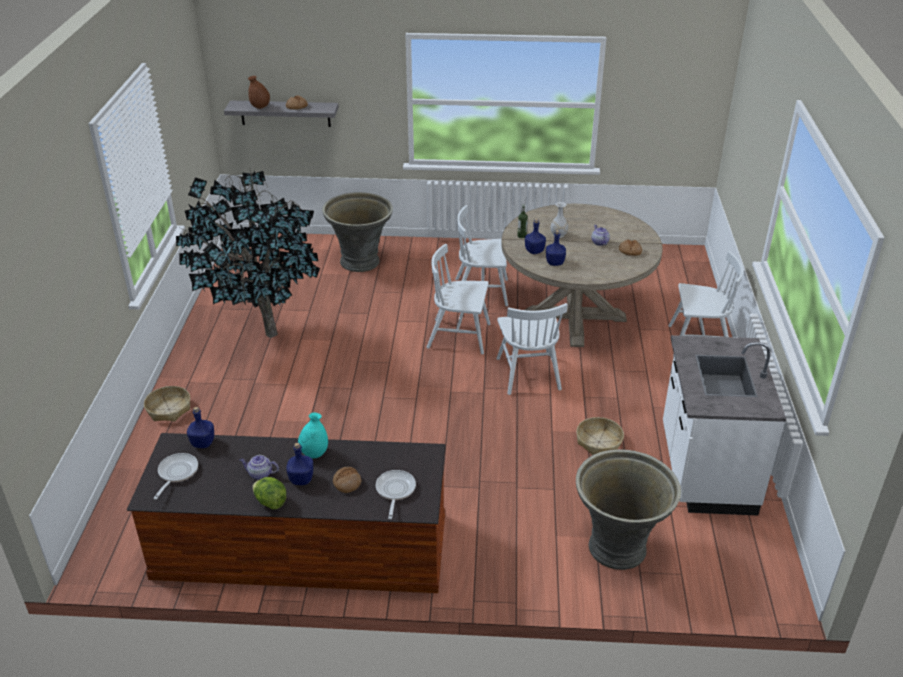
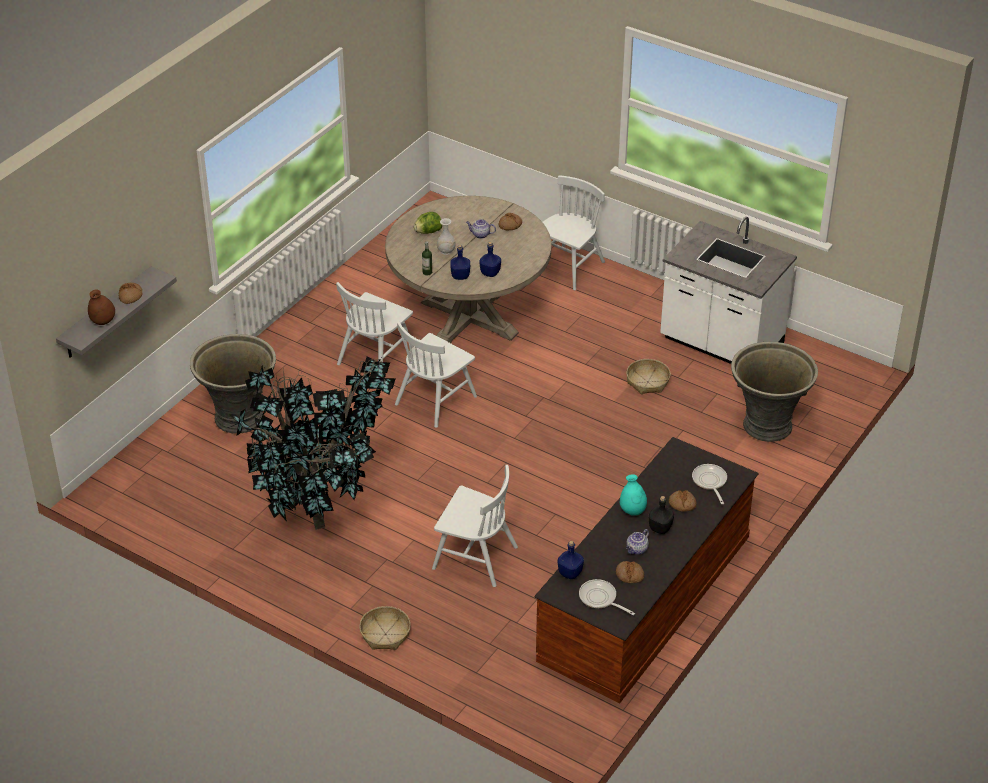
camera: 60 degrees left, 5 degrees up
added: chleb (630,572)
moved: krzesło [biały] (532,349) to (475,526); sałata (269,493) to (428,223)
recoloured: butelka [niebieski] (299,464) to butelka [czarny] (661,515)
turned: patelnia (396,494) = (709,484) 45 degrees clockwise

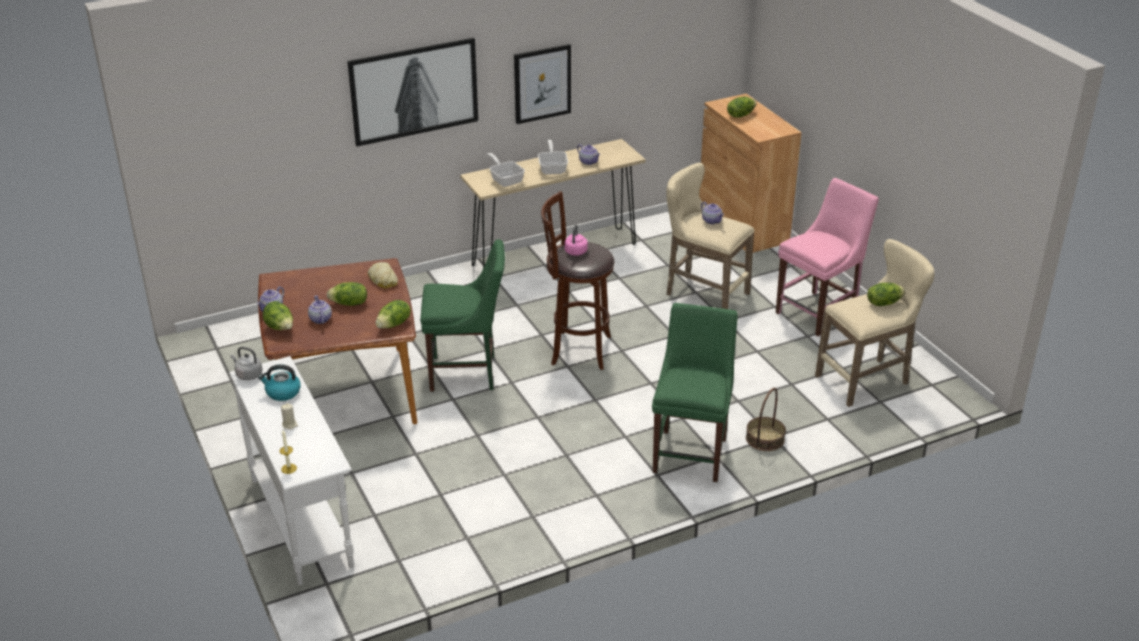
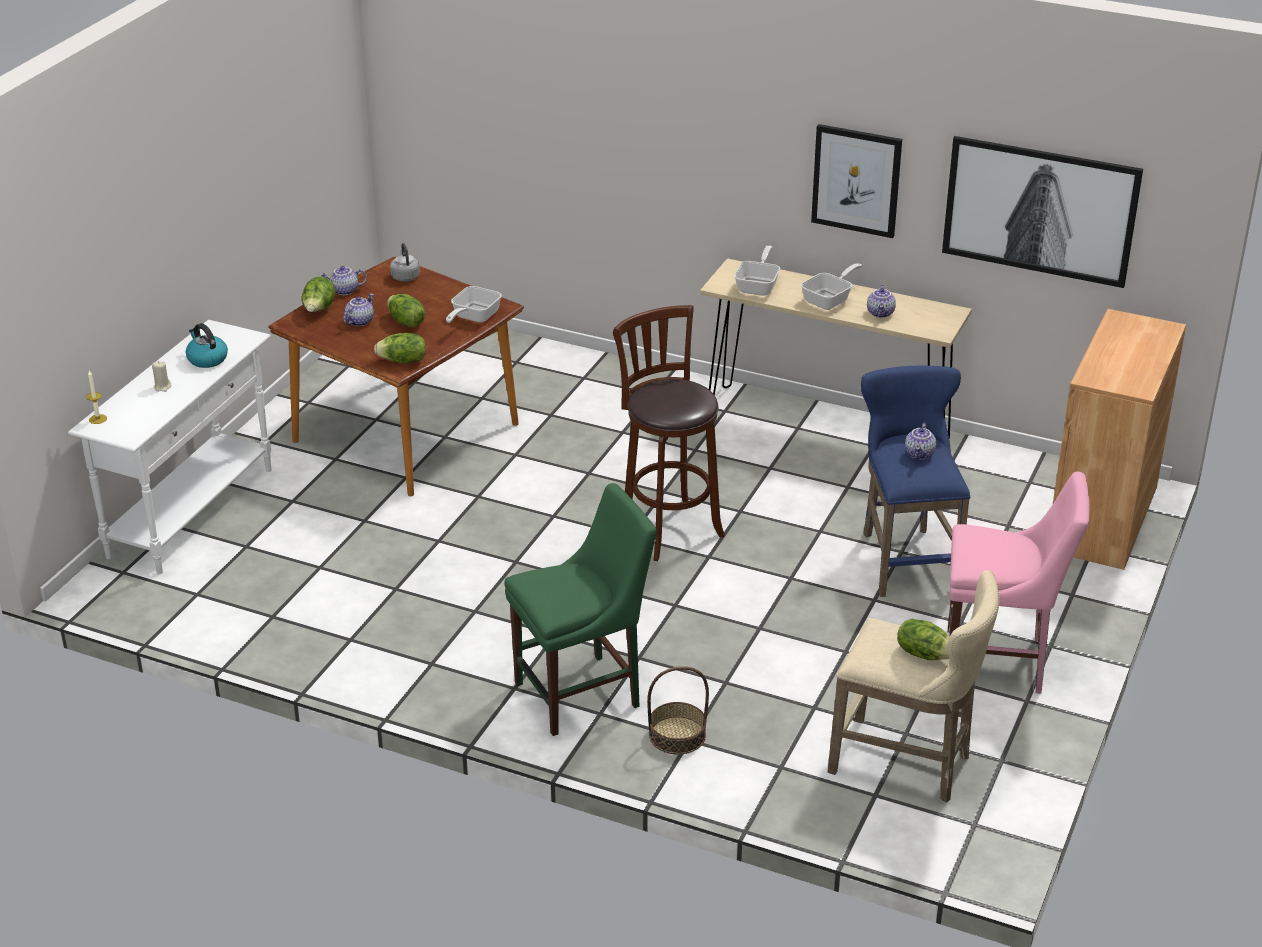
camera: 50 degrees right, 0 degrees up
removed: sałata (741,107); czajnik [różowy] (576,240); krzesło [zielony] (462,315)
moved: obraz (412,92) to (1042,212); czajnik [szary] (246,363) to (405,262)
replaced: chleb (383,275) to patelnia (474,304)
recoloured: stołek [beżowy] (710,236) to stołek [niebieski] (915,481)

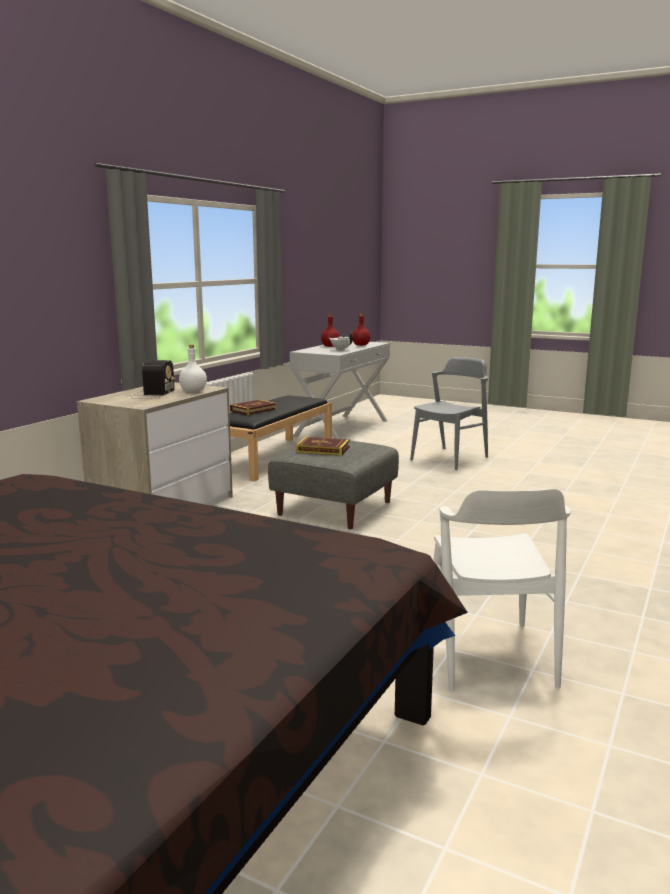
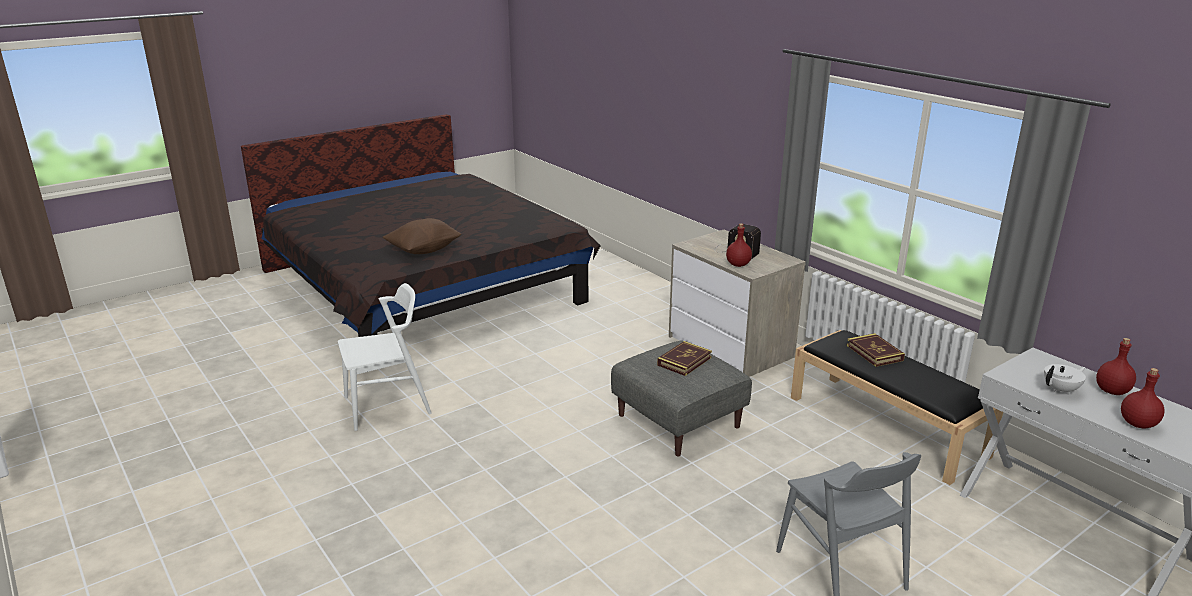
camera: 115 degrees right, 10 degrees up
added: poduszka [brązowy] (422,236)
recoloured: butelka [biały] (193,368) to butelka [czerwony] (739,245)
turned: krzesło [biały] (502,590) = (385,357) 135 degrees clockwise

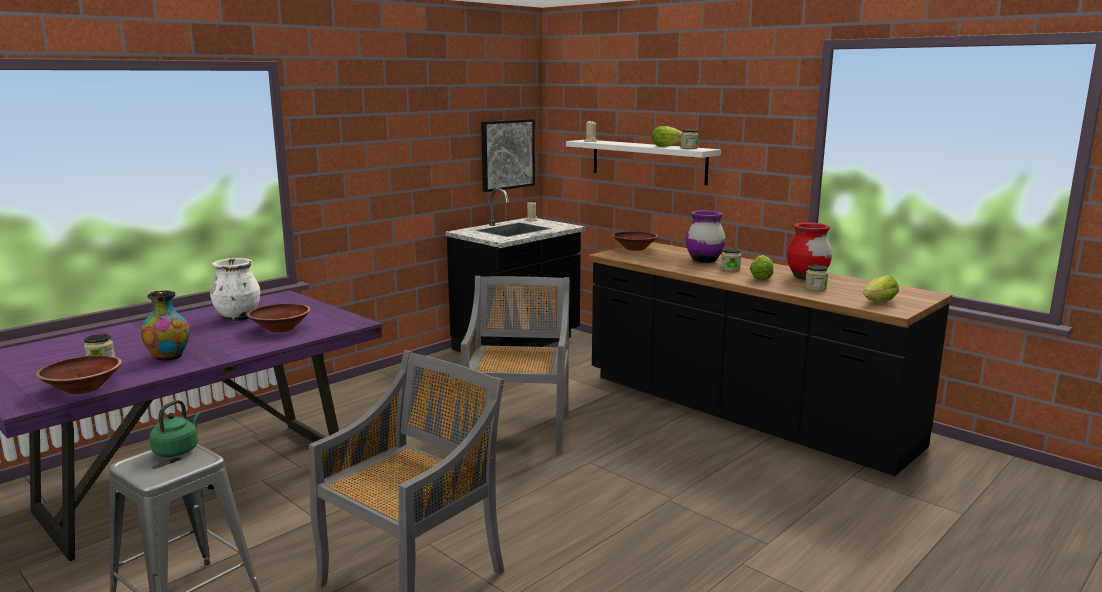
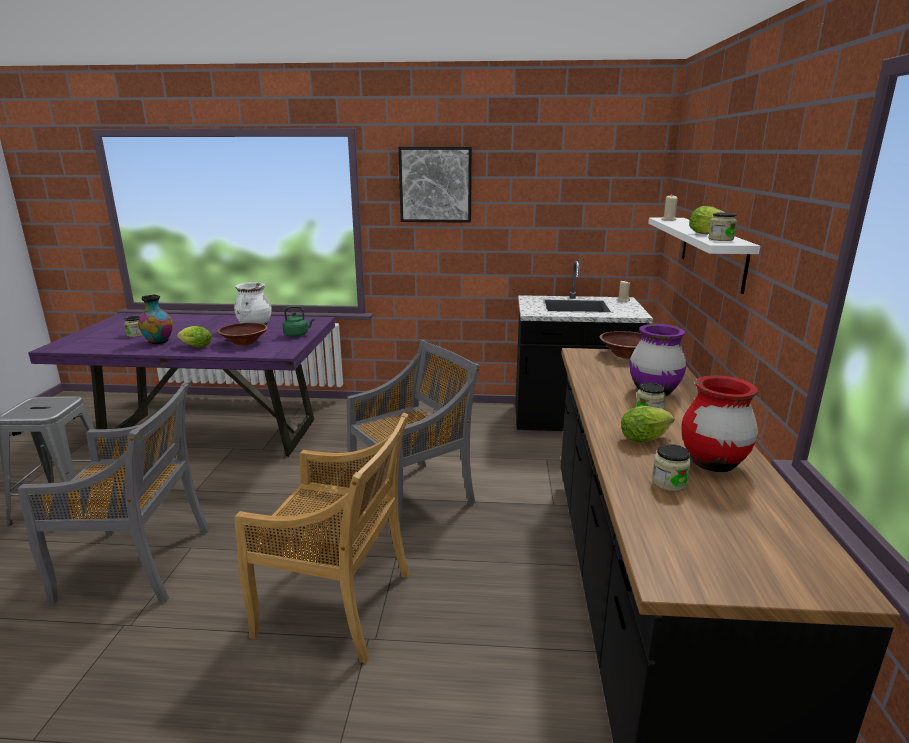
camera: 50 degrees right, 5 degrees up
removed: miska [brązowy] (79,374)
added: krzesło [beżowy] (322,538)
moved: obraz (508,155) to (435,185); sałata (881,288) to (194,337); czajnik [zielony] (175,428) to (298,321)

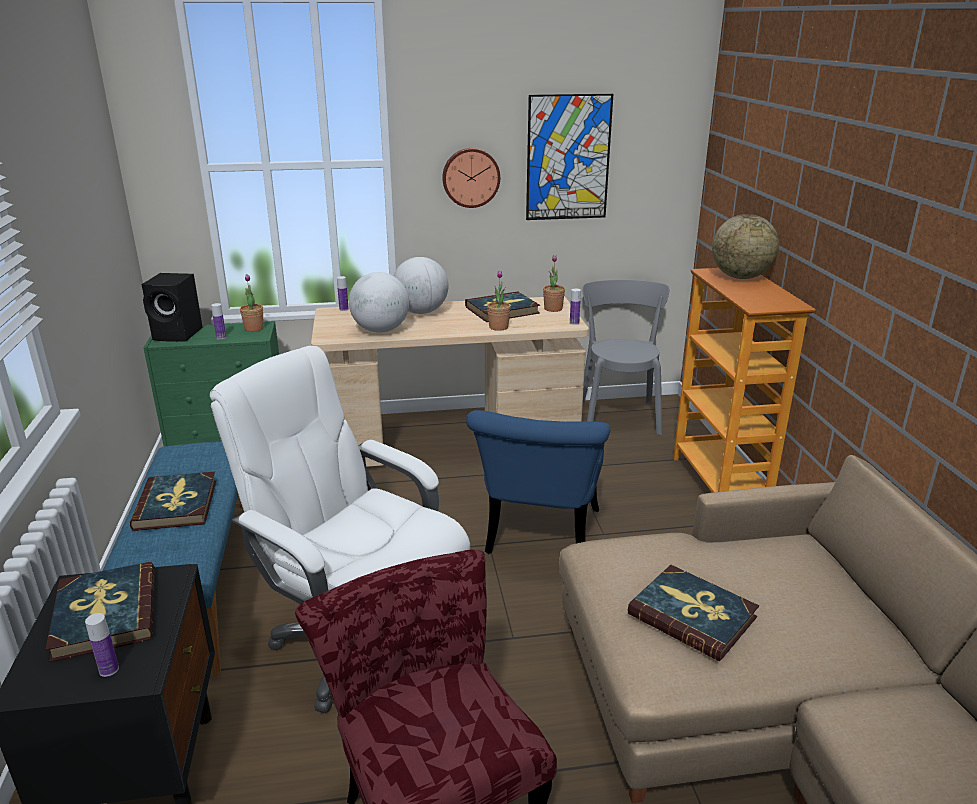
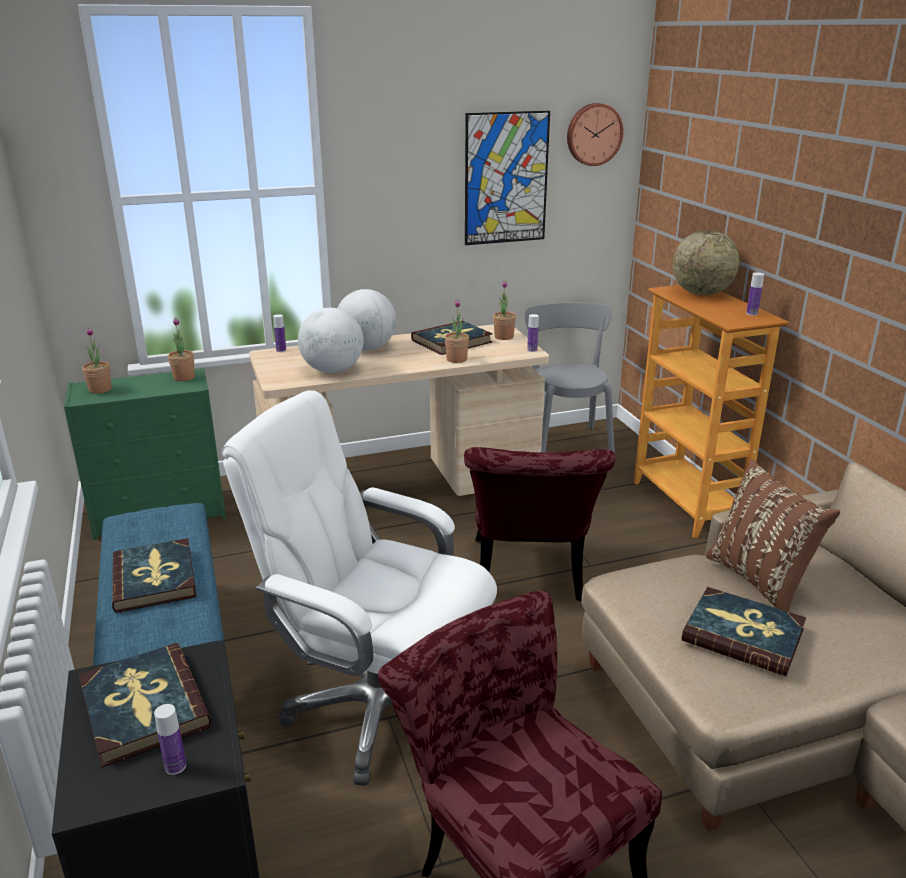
camera: 10 degrees left, 0 degrees up
added: poduszka [brązowy] (773,535)
moved: zegar ścienny (471,178) to (595,134); butelka (218,321) to (755,293)
replaced: głośnik [czarny] (172,307) to roślina doniczkowa (97,361)
recoloured: krzesło [niebieski] (538,482) to krzesło [czerwony] (539,524)

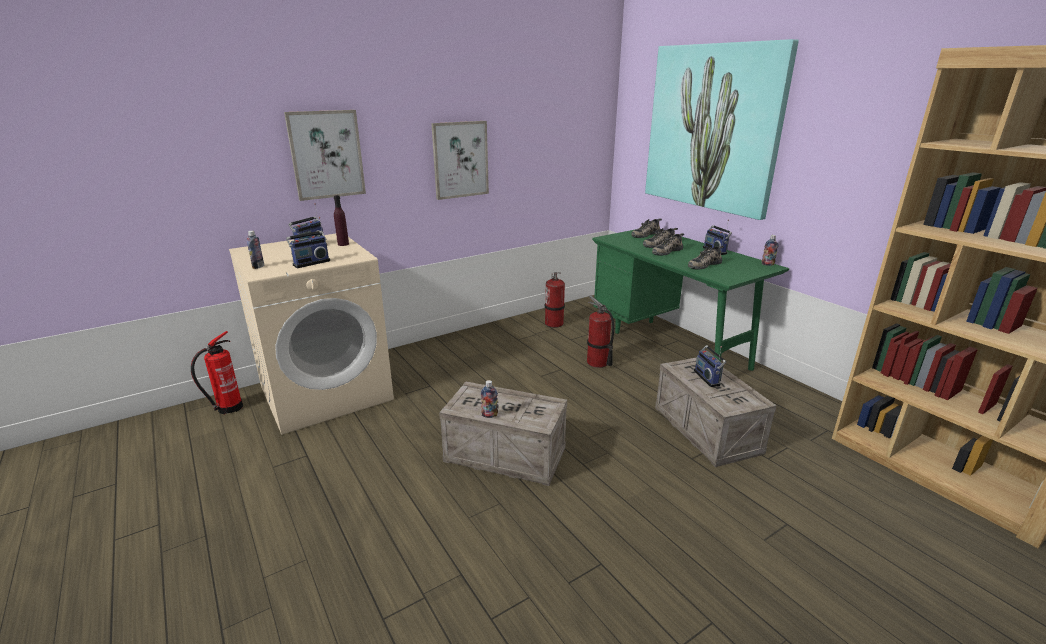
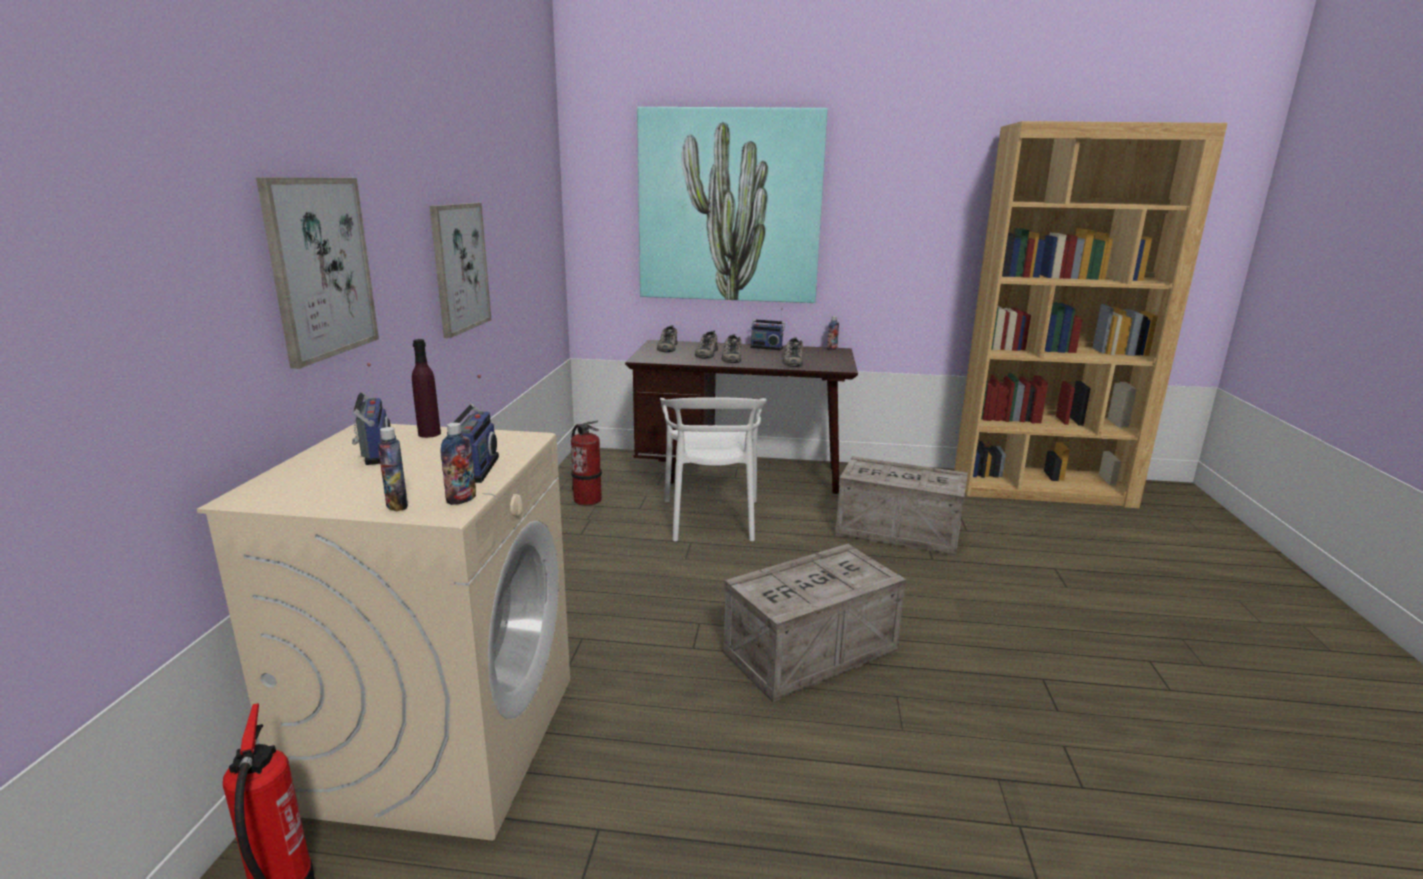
camera: 50 degrees left, 5 degrees down
removed: radio (710,366)
moved: butelka (489,399) to (458,464)
replaced: gaśnica (600,331) to krzesło [biały] (713,469)
recoloured: biurko [zielony] (690,300) to biurko [brązowy] (741,417)

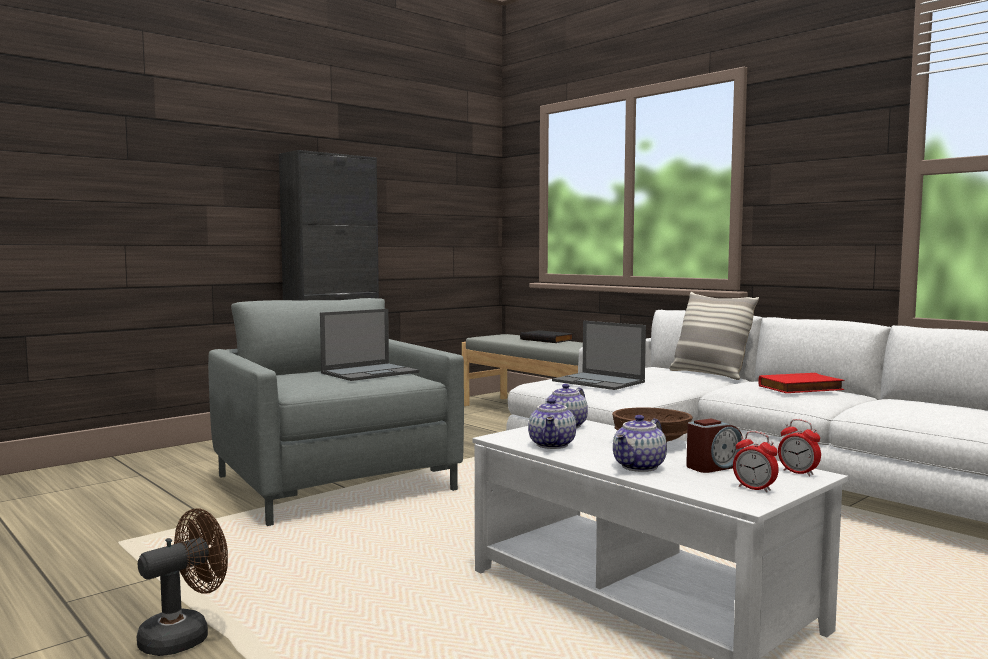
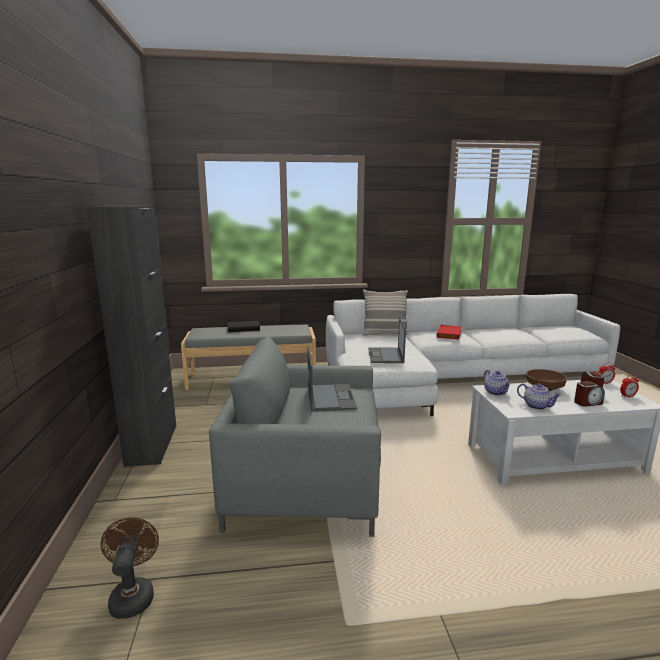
camera: 55 degrees left, 10 degrees up
moved: wentylator [brązowy] (182,582) to (130,568)
replaced: imbryk (640,443) to budzik (589,394)
turned: laptop (599,355) = (387,340) 105 degrees clockwise

